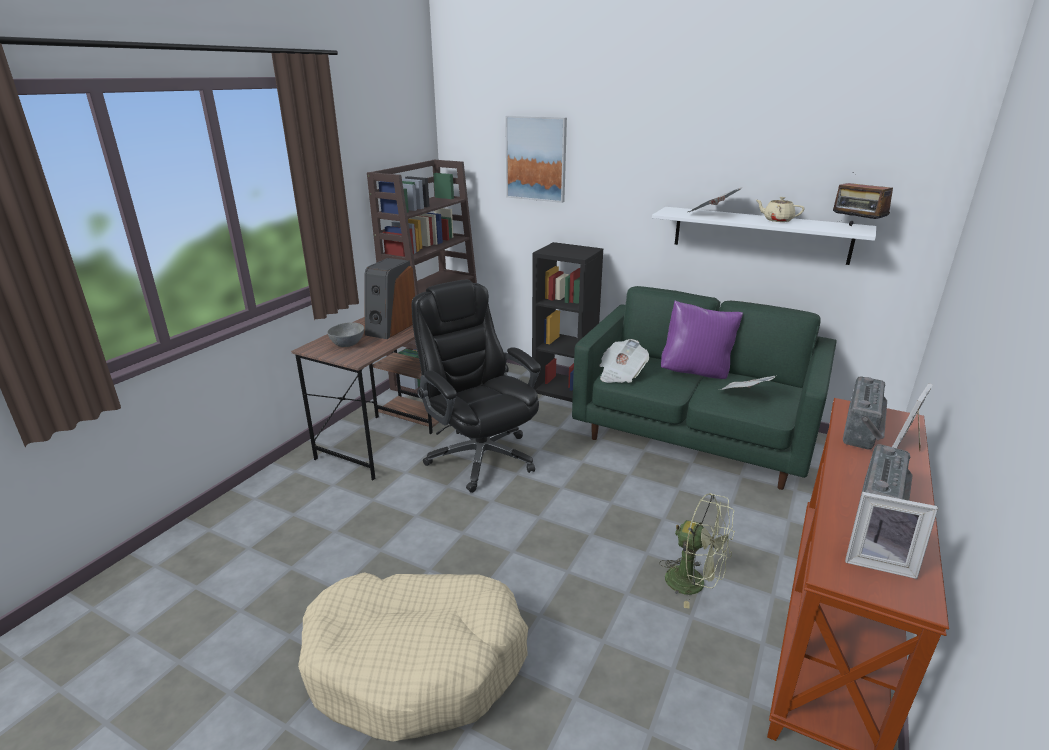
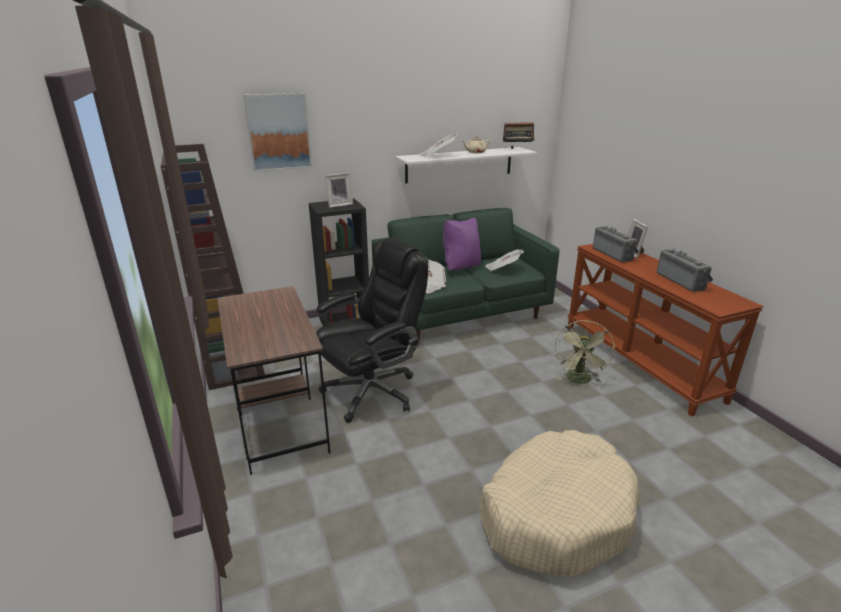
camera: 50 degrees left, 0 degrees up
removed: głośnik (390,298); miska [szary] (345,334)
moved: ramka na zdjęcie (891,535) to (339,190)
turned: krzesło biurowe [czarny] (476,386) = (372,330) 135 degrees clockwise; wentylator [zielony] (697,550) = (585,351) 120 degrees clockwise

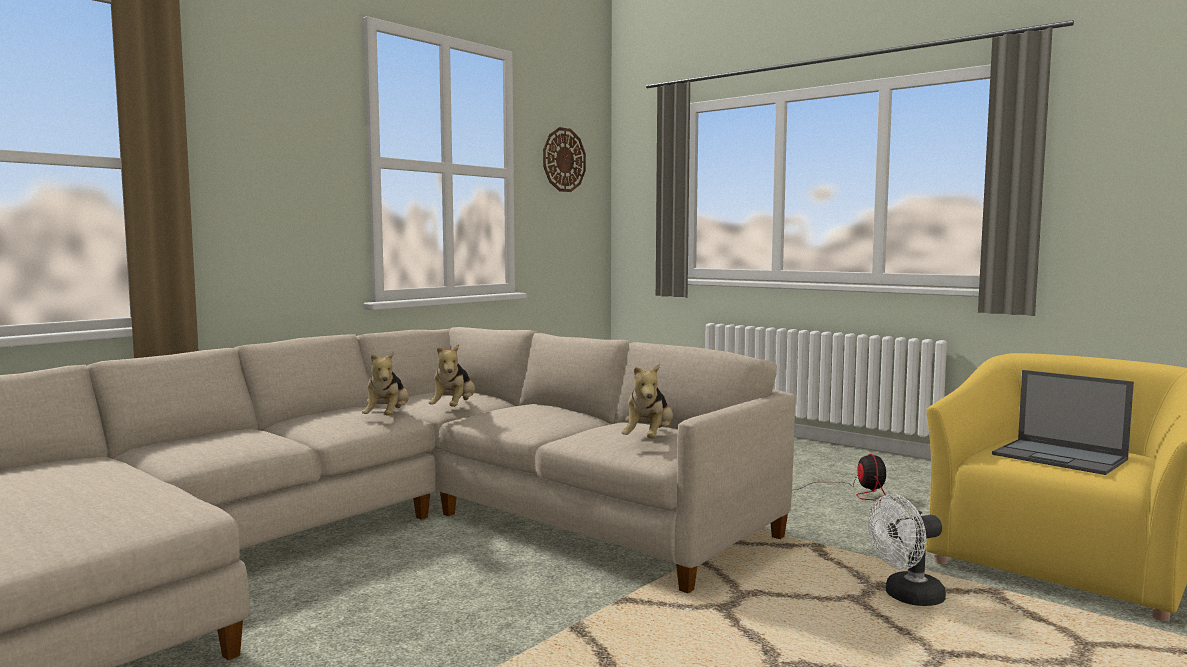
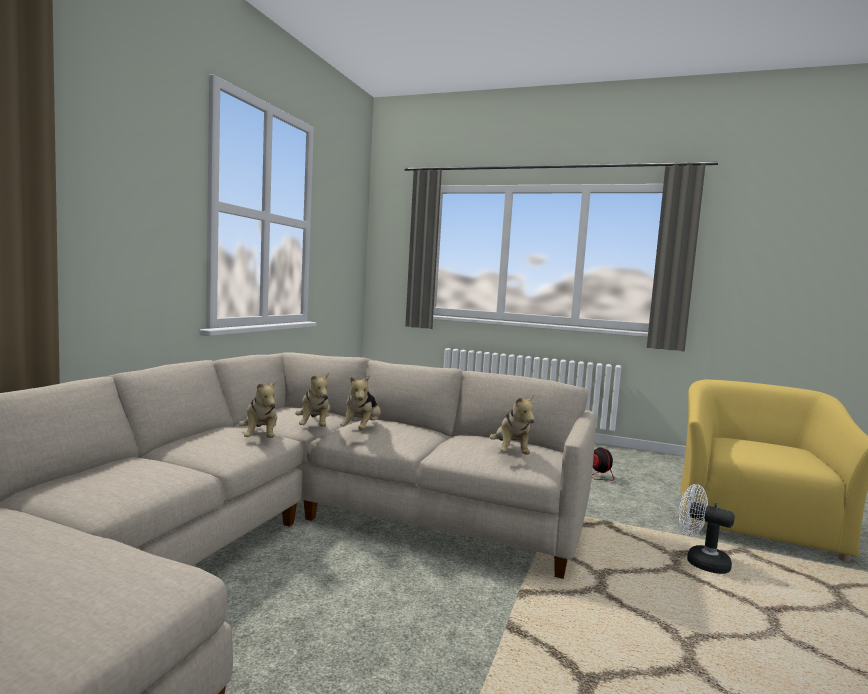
camera: 20 degrees left, 0 degrees up
removed: zegar ścienny (564,159); laptop (1063,422)
added: pluszak (360,402)
turned: wentylator [biały] (907,550) = (707,529) 75 degrees clockwise

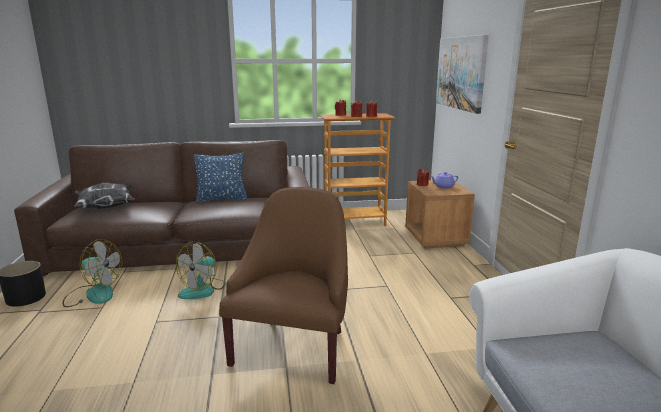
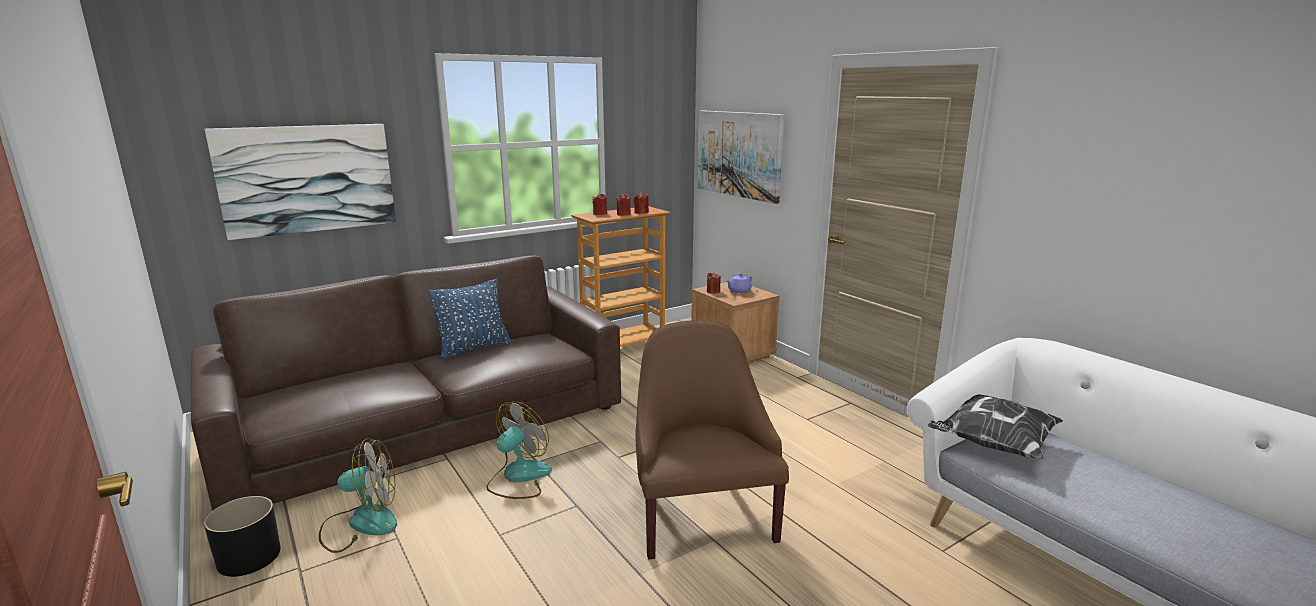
camera: 25 degrees left, 0 degrees up
added: obraz (300,182)
moved: poduszka (103,196) to (995,426)
turned: wentylator (201,270) = (519,450) 150 degrees counterclockwise

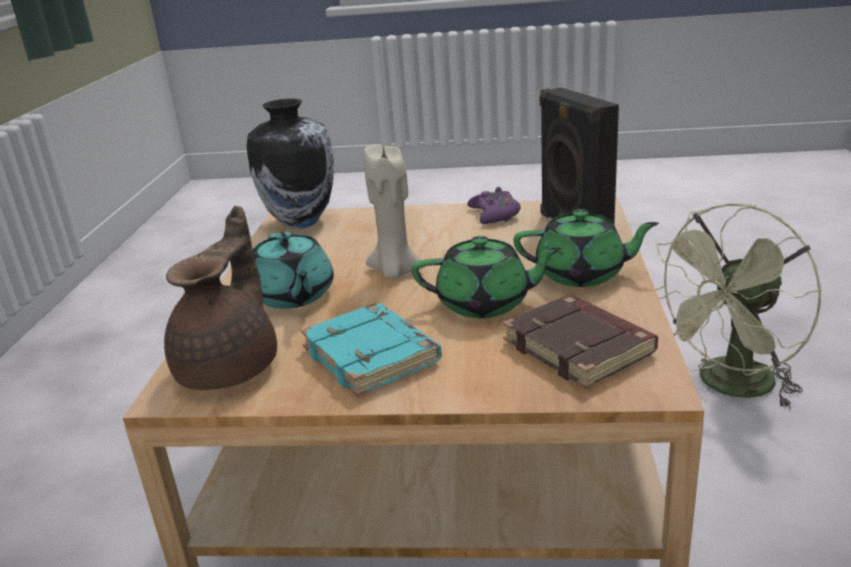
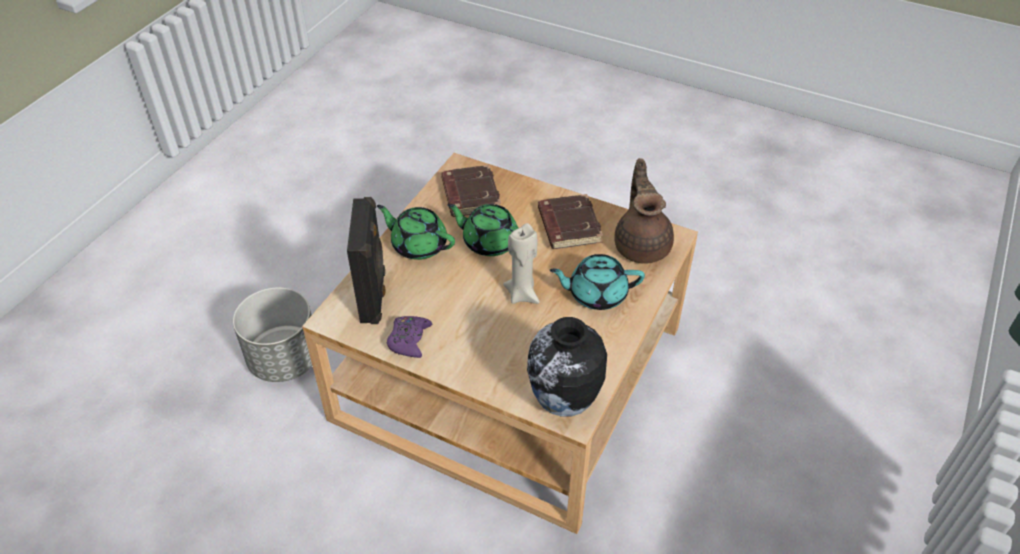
camera: 160 degrees left, 20 degrees up
replaced: wentylator [zielony] (738,306) to donica [szary] (272,334)
recoloured: książka [turkusowy] (371,349) to książka [brązowy] (570,221)
turned: imbryk [brązowy] (220,298) = (644,211) 135 degrees clockwise; imbryk [turkusowy] (293,270) = (597,282) 90 degrees counterclockwise

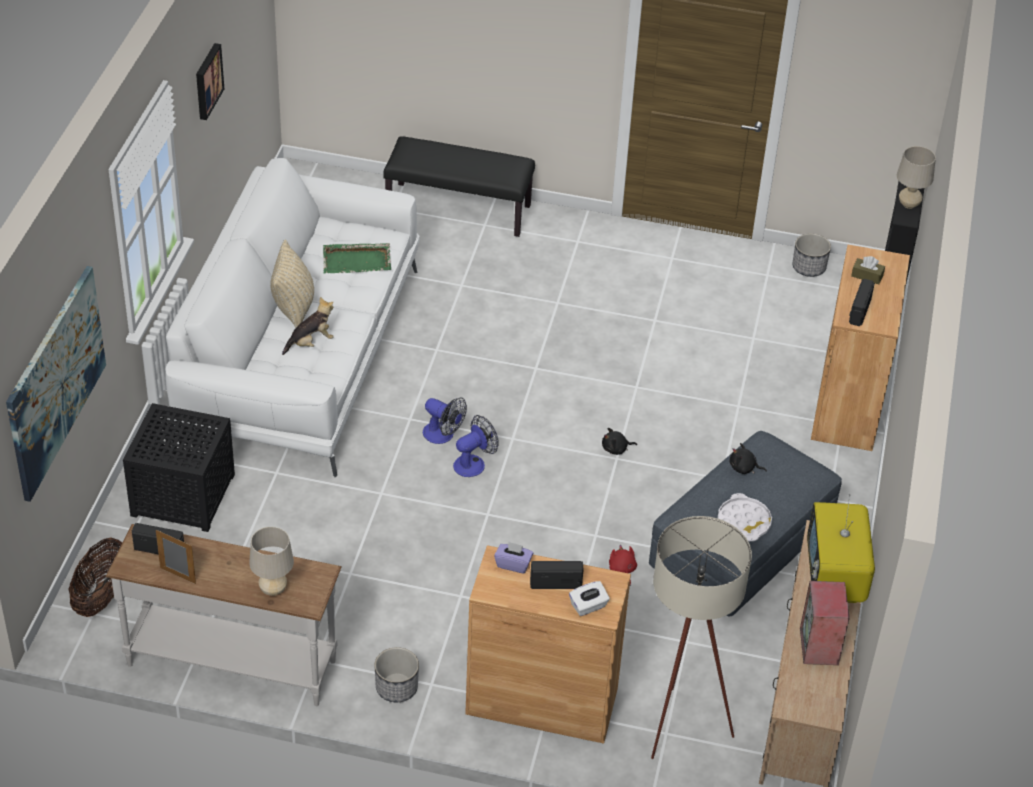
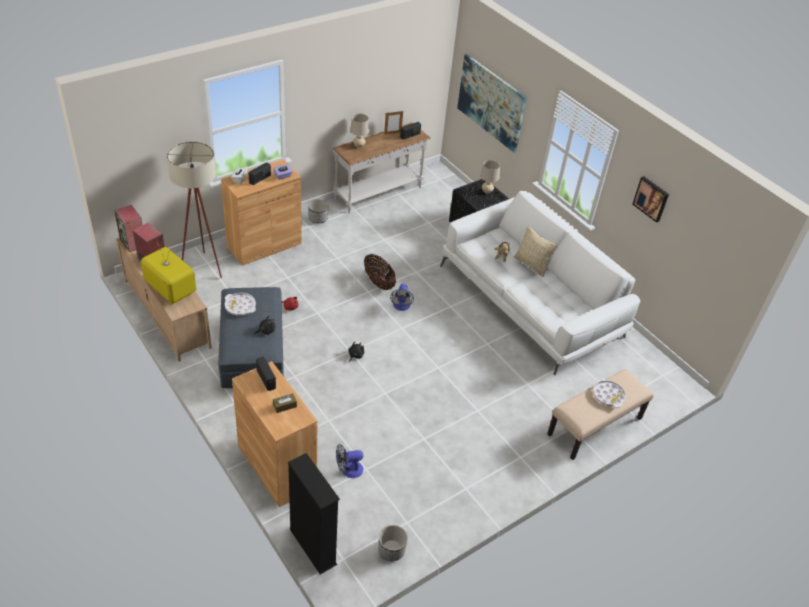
camera: 130 degrees right, 0 degrees up
removed: taca [zielony] (357,258)
added: głośnik (128,228); taca [biały] (609,393)
moved: lampa stołowa [beżowy] (916,177) to (490,177); wentylator (445,420) to (349,461); koszyk (95,577) to (380,272)
recoloured: ławka [czarny] (459,186) to ławka [beżowy] (600,414)

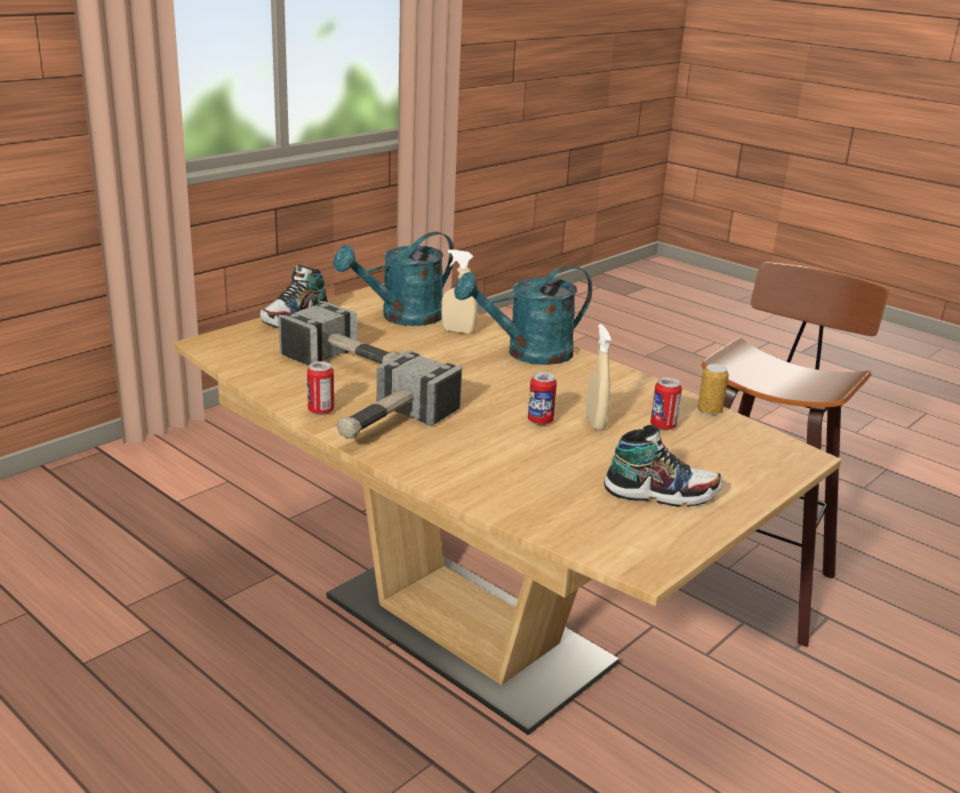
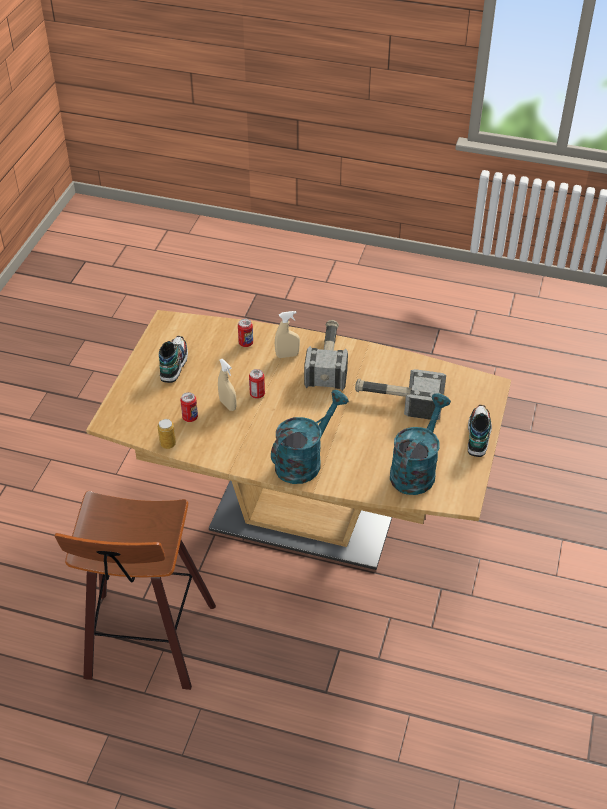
camera: 155 degrees right, 20 degrees up
moved: spryskiwacz [beżowy] (459,291) to (287,334); puszka (320,388) to (245,333)
turned: but (663,466) = (173,359) 120 degrees clockwise

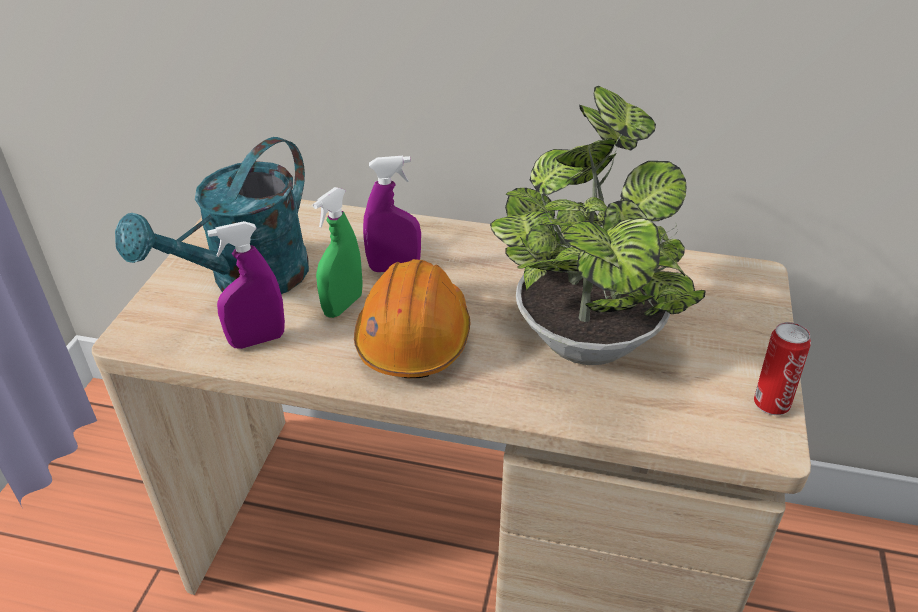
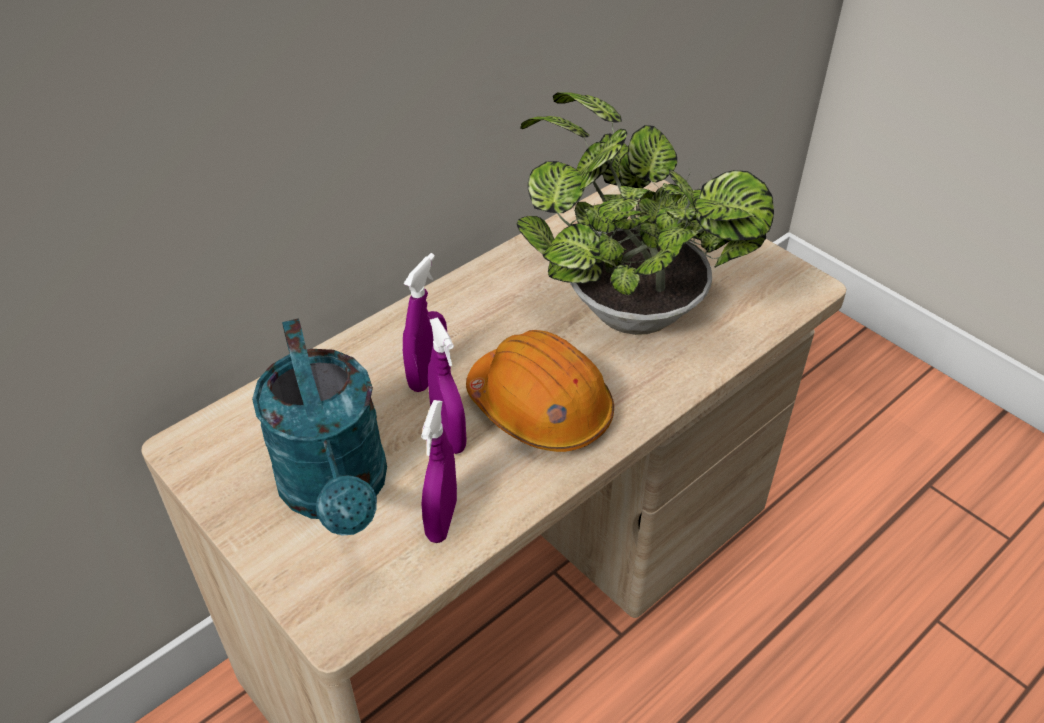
camera: 55 degrees left, 5 degrees up
removed: puszka (782,368)
recoloured: spryskiwacz [zielony] (338,252) to spryskiwacz [fioletowy] (447,386)

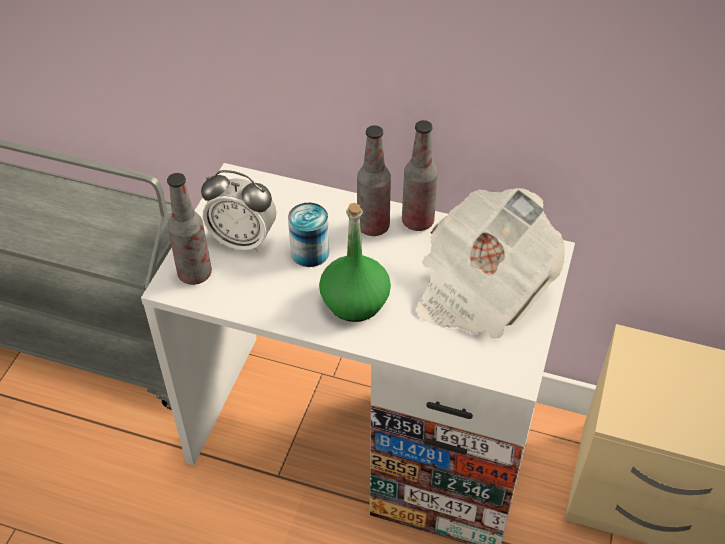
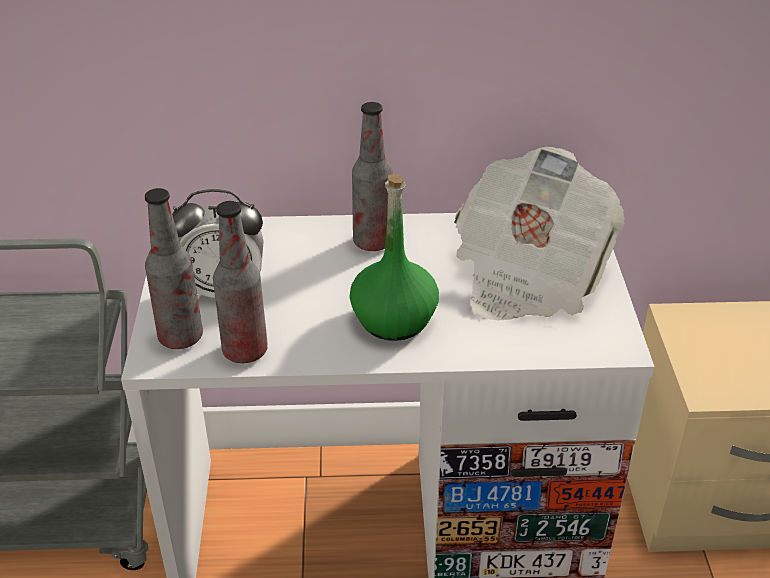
camera: 20 degrees left, 10 degrees down
removed: puszka (308,235)
moved: butelka (420,175) to (240,282)

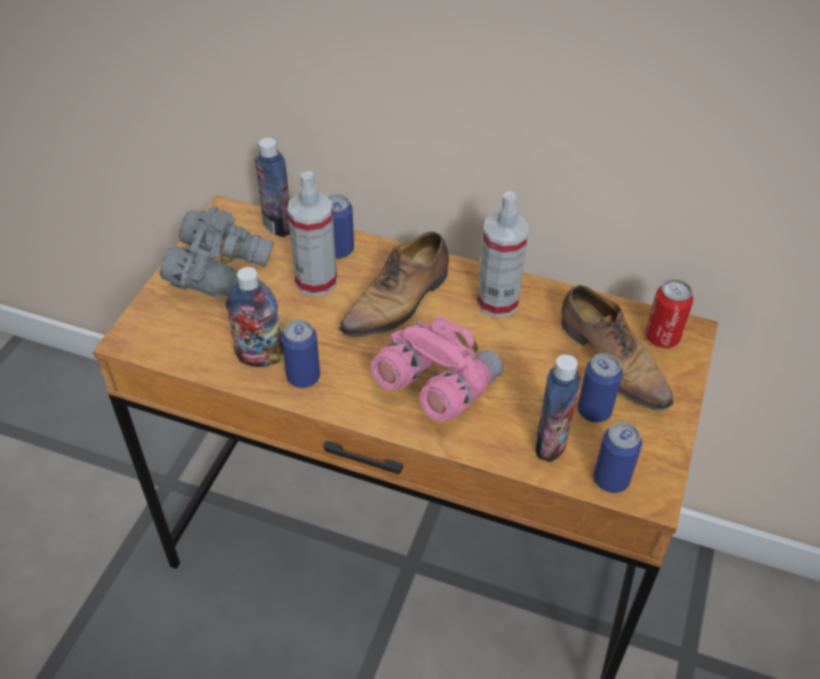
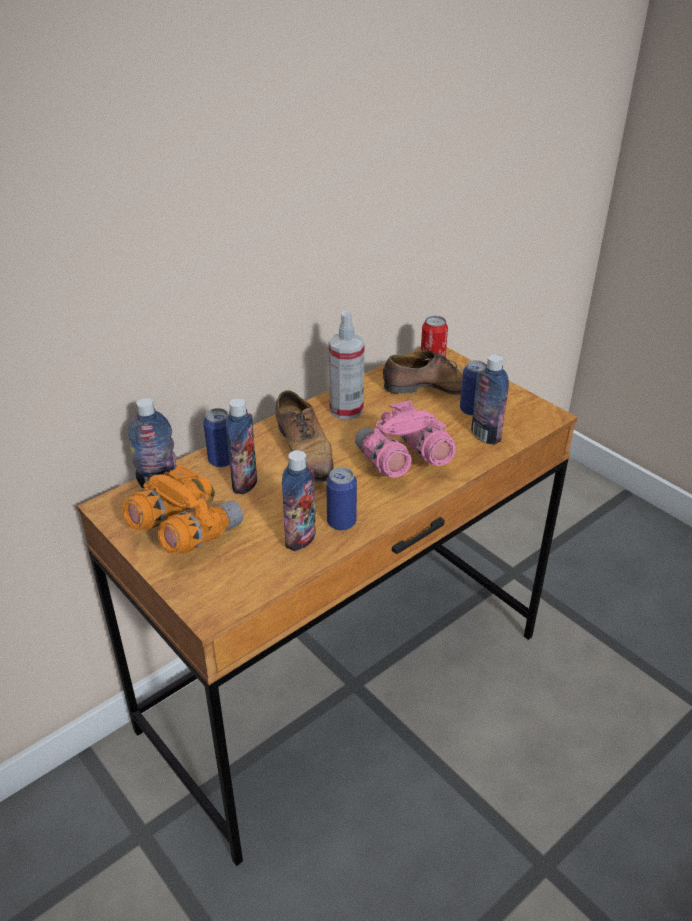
camera: 60 degrees left, 10 degrees down
removed: puszka (617,457)
replaced: spryskiwacz (312,233) to butelka (241,446)
recoloured: lornetka [szary] (217,252) to lornetka [pomarańczowy] (182,510)

